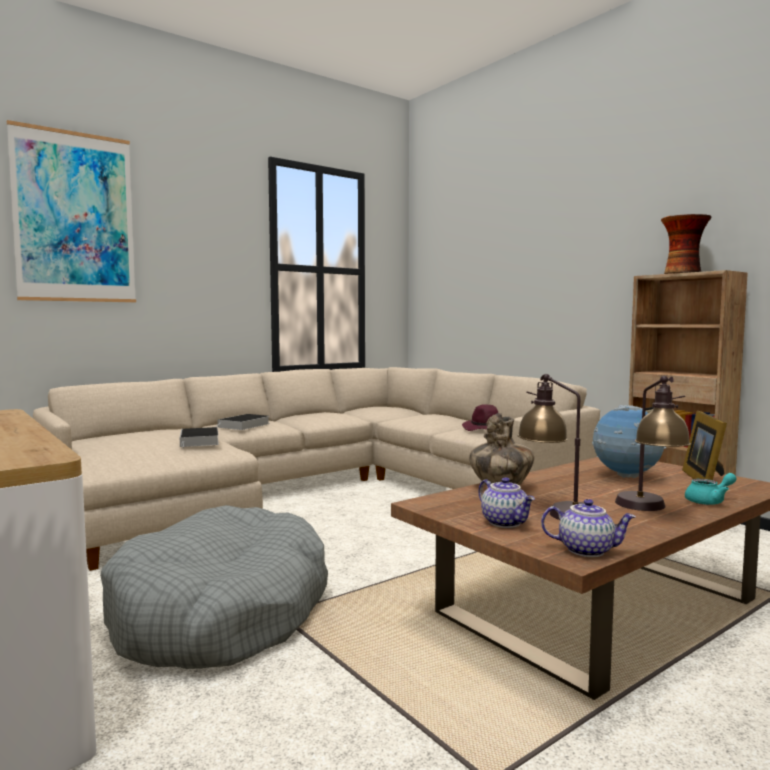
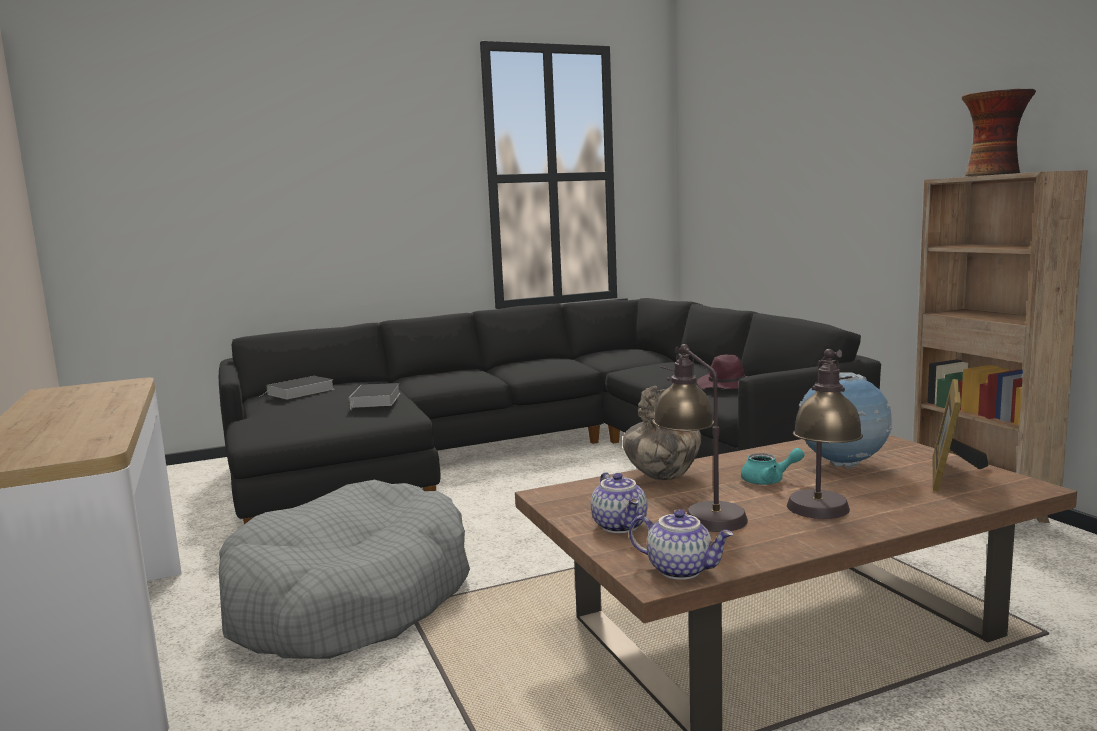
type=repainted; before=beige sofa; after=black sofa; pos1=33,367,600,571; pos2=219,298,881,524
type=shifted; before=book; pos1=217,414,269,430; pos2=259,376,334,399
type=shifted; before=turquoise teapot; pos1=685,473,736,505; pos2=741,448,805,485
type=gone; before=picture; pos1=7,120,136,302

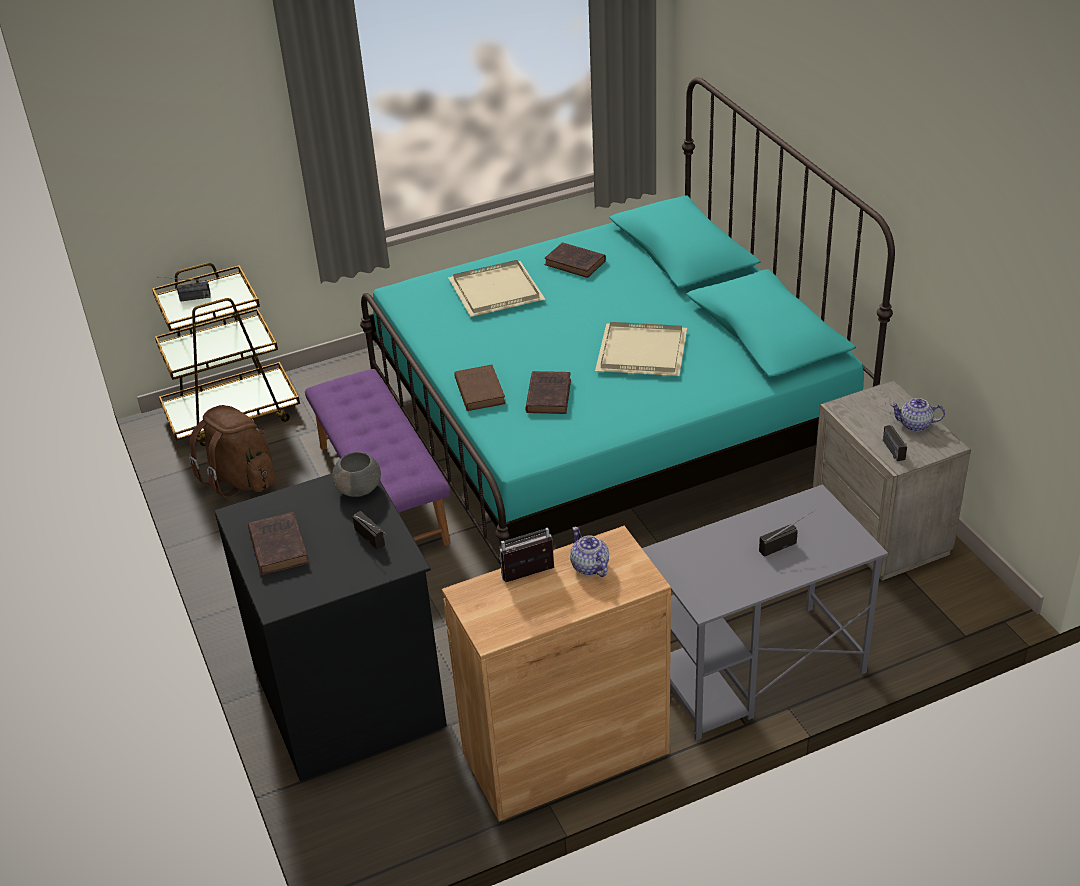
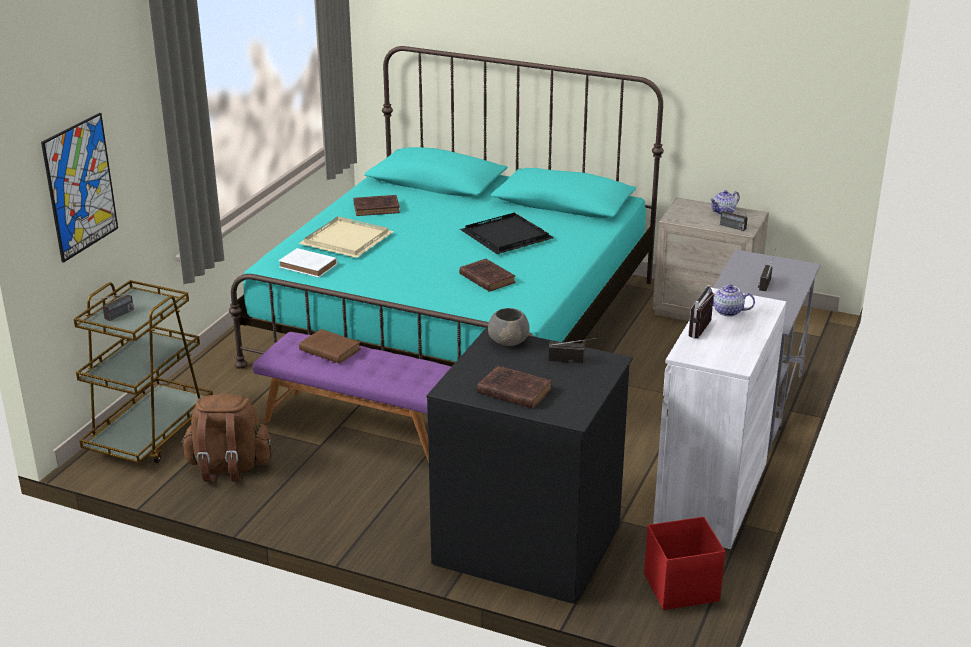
type=new; after=picture; pos2=41,113,118,263
type=new; after=white book; pos2=279,248,337,278
type=shifted; before=brown book; pos1=454,365,506,411; pos2=299,329,361,364
type=repainted; before=beige tray; after=black tray; pos1=595,322,687,376; pos2=460,212,554,254
type=new; after=red storage box; pos2=644,517,725,610
type=repainted; before=brown cabinet; after=white cabinet; pos1=442,526,671,822; pos2=653,288,786,549

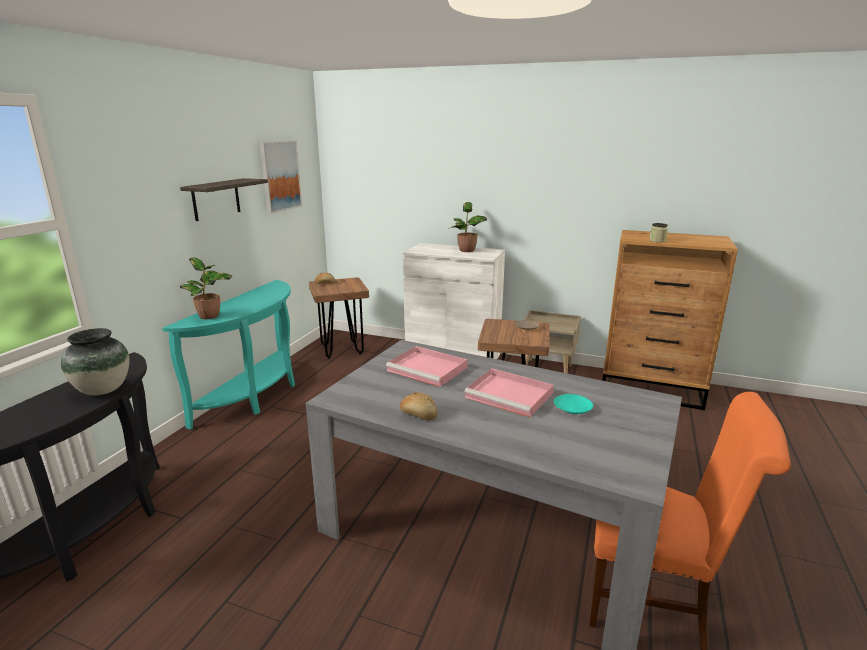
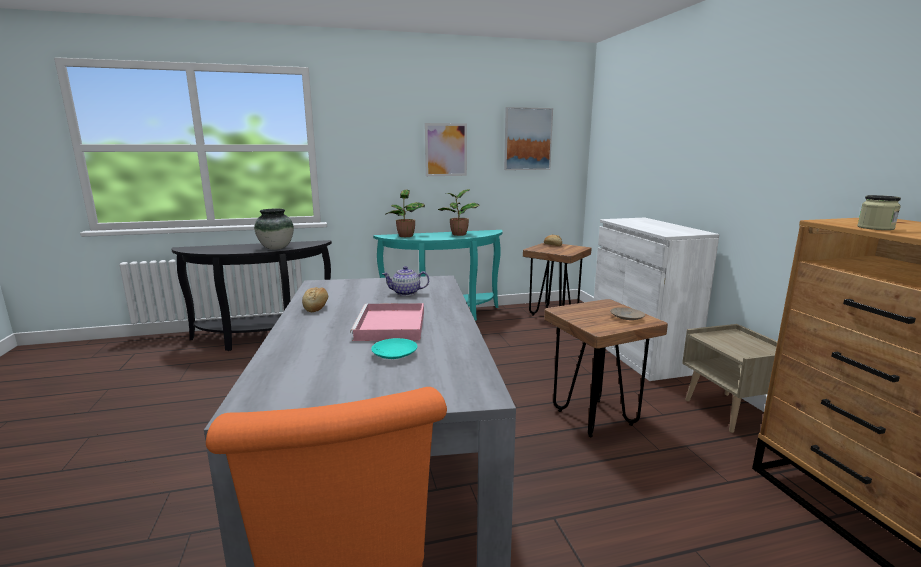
type=swapped; before=pink tray; after=teapot; pos1=386,346,468,387; pos2=382,266,429,296
type=swapped; before=shelf; after=picture; pos1=180,178,268,221; pos2=425,123,467,176
type=shifted; before=potted plant; pos1=449,202,487,252; pos2=438,189,480,236

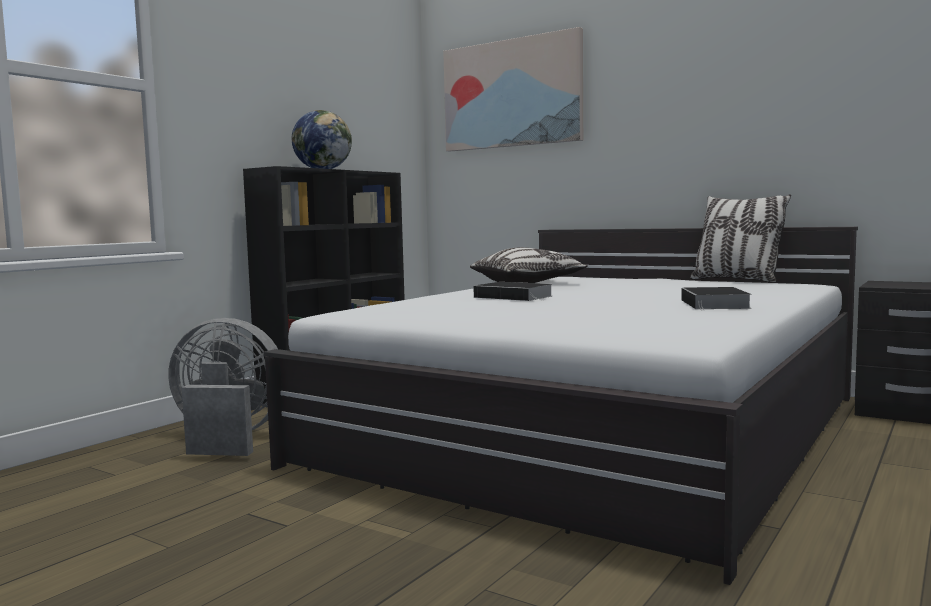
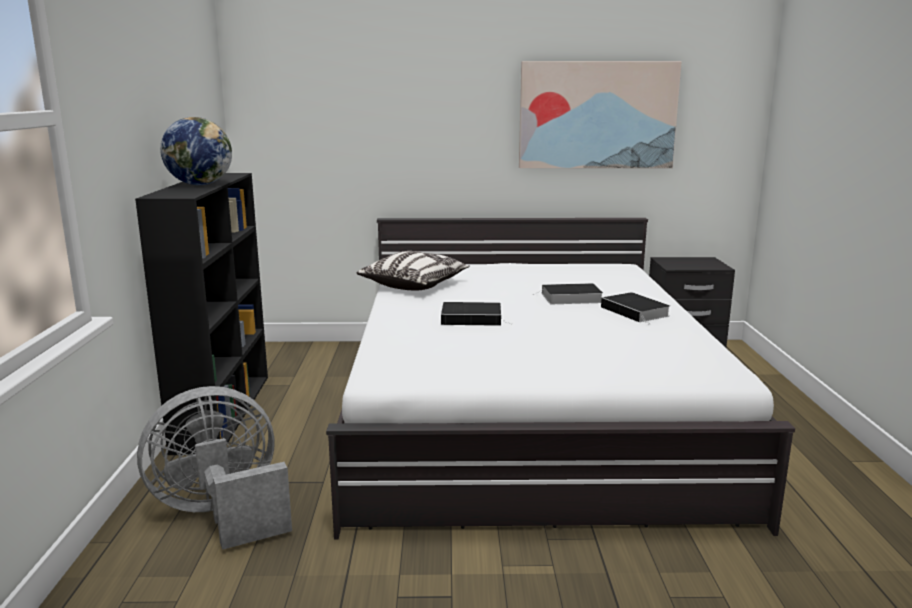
type=shifted; before=picture; pos1=443,27,583,152; pos2=519,61,682,168
type=new; after=book; pos2=532,283,603,304
type=gone; before=pillow; pos1=690,194,791,282

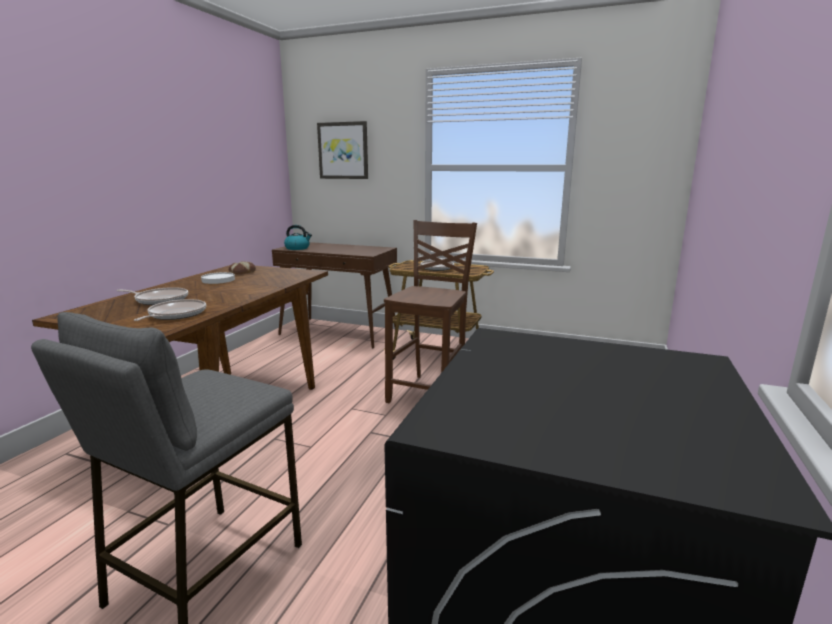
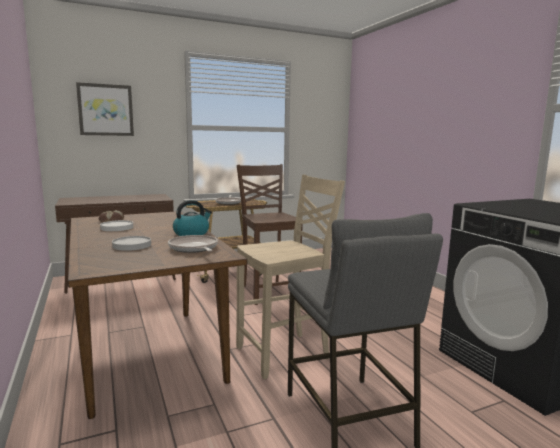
type=swapped; before=frying pan; after=white plate; pos1=116,287,188,305; pos2=112,236,151,251
type=shifted; before=kettle; pos1=284,225,312,250; pos2=173,200,212,236
type=new; after=beige chair; pos2=236,175,345,379

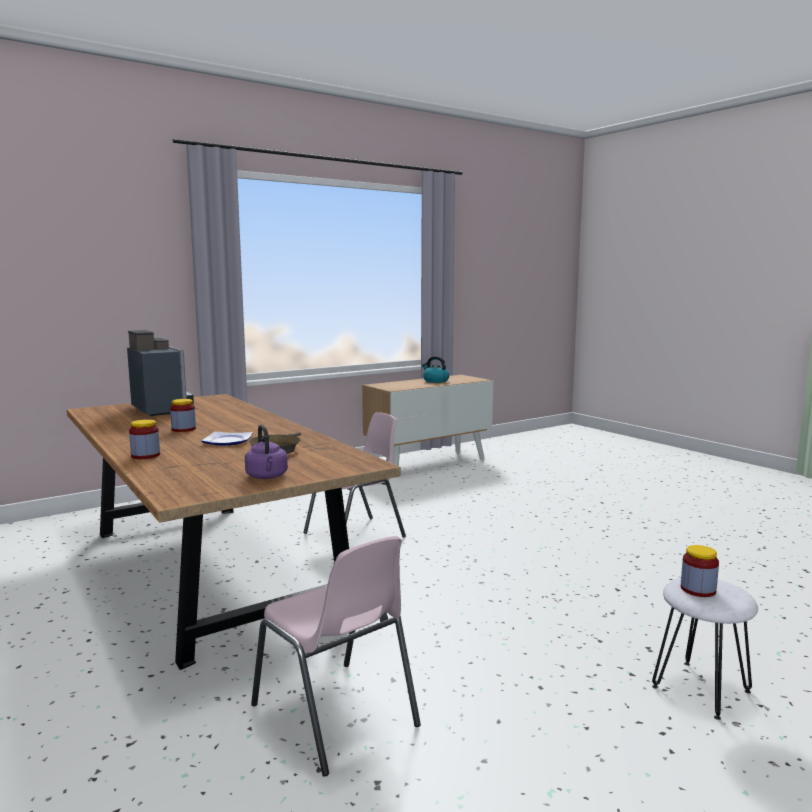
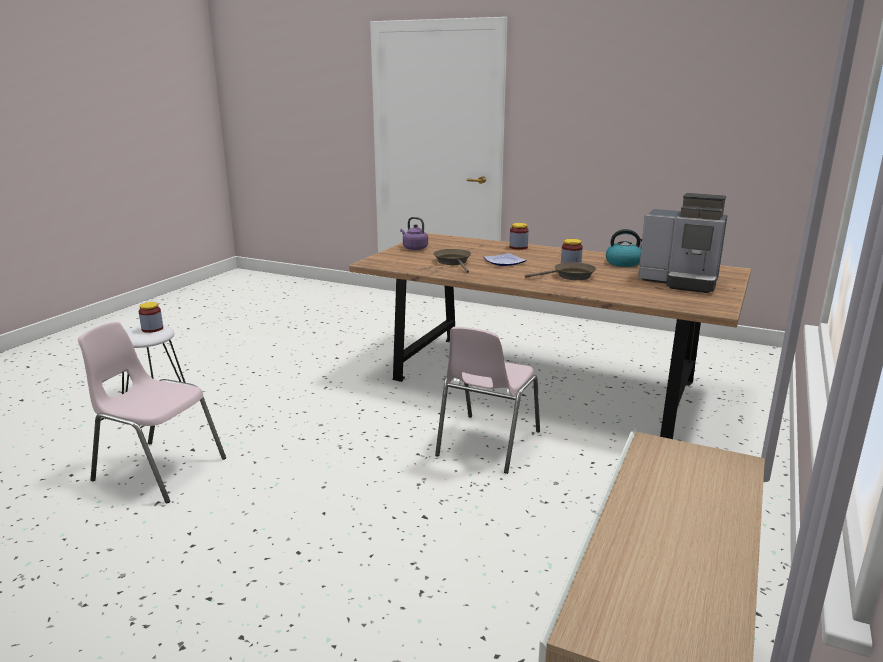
type=shifted; before=pink chair; pos1=251,536,421,776; pos2=78,322,226,503
type=new; after=brown frying pan; pos2=525,262,596,280
type=shifted; before=kettle; pos1=422,356,449,383; pos2=606,229,642,267

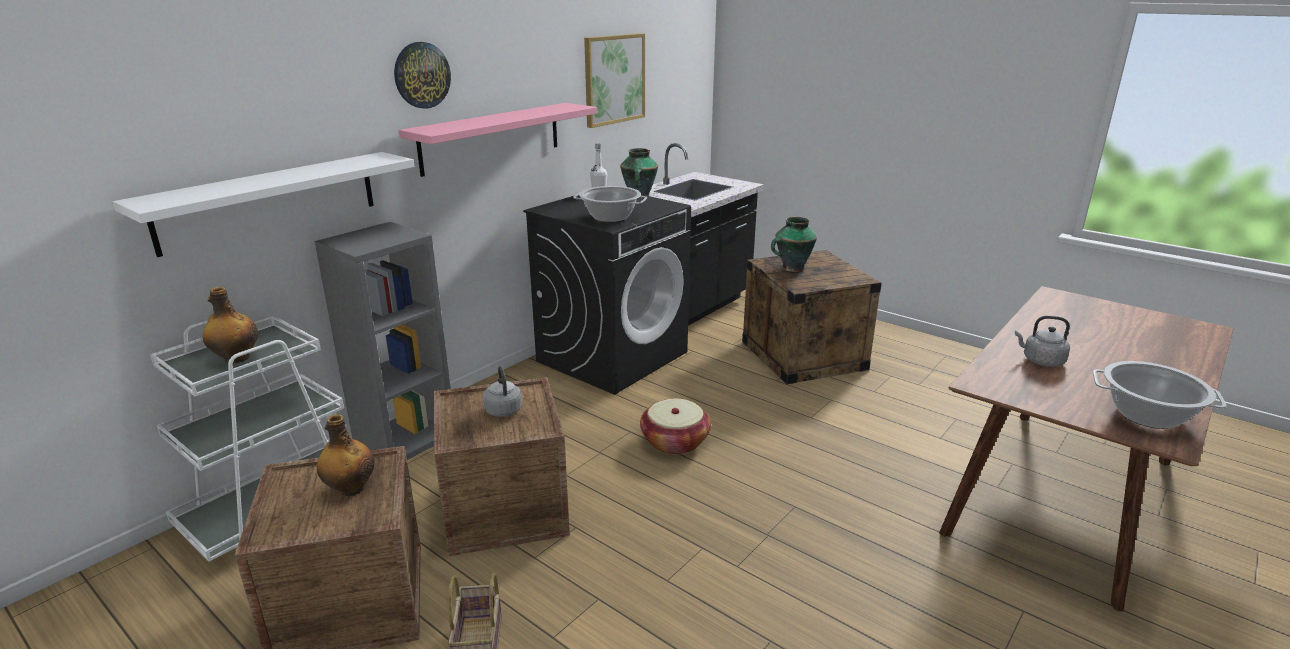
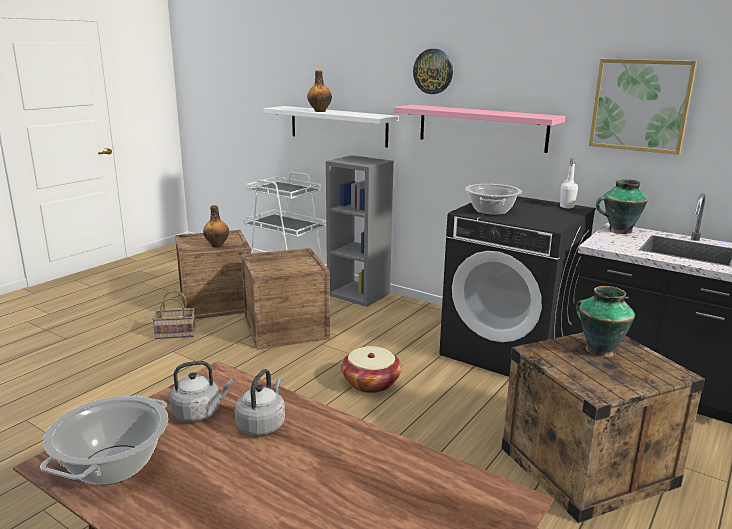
type=shifted; before=grey kettle; pos1=483,366,522,417; pos2=170,361,233,422
type=shifted; before=bottle; pos1=203,287,258,363; pos2=307,70,332,112

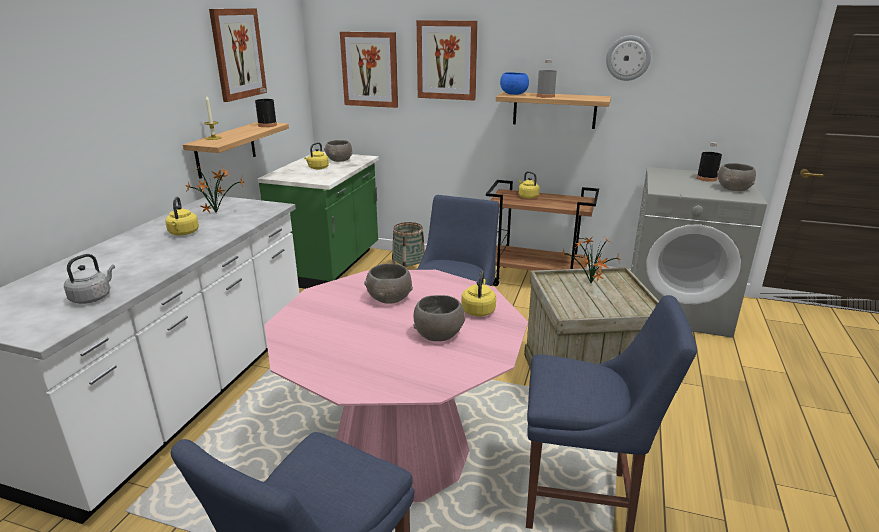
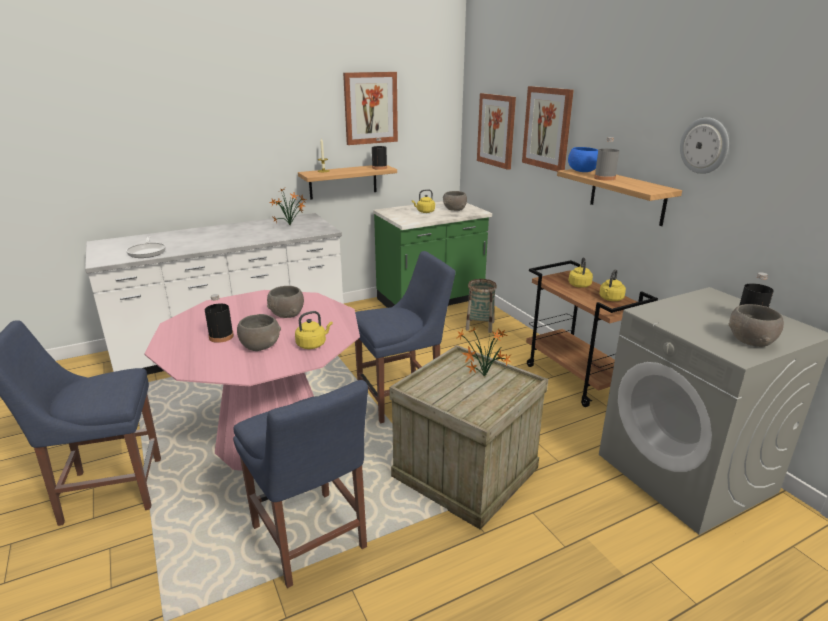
type=swapped; before=grey kettle; after=frying pan; pos1=64,254,115,304; pos2=126,236,166,258
type=new; after=black bottle; pos2=205,294,234,343
type=shifted; before=yellow kettle; pos1=165,197,199,235; pos2=599,269,626,301

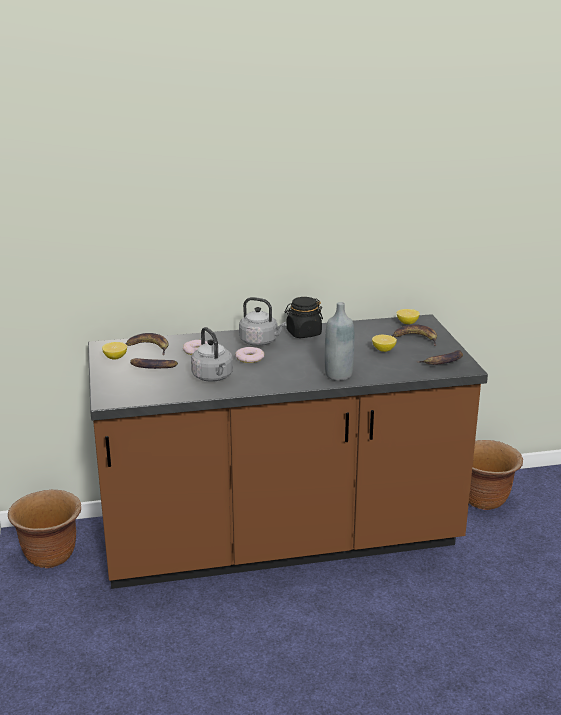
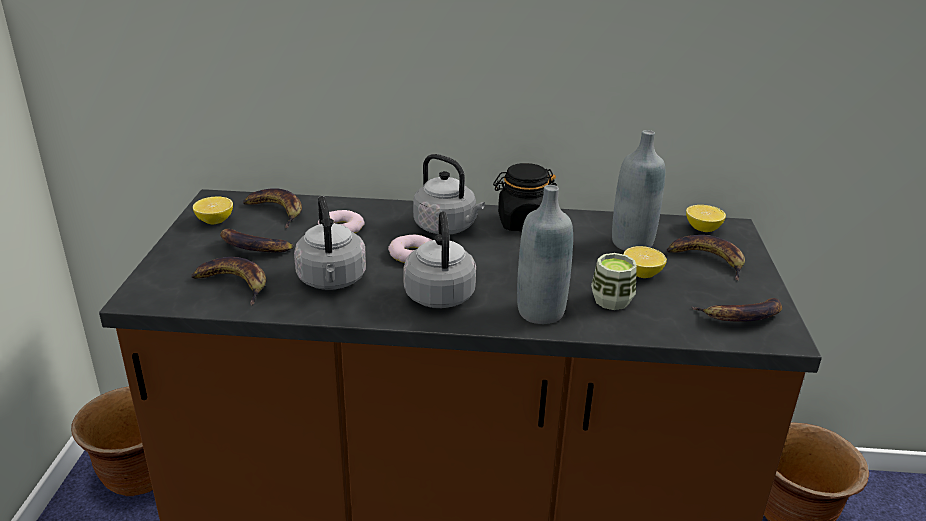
type=new; after=banana; pos2=191,257,266,305
type=new; after=grey kettle; pos2=403,211,476,308
type=new; after=cup; pos2=591,253,637,310
type=new; after=grey bottle; pos2=612,130,665,251

